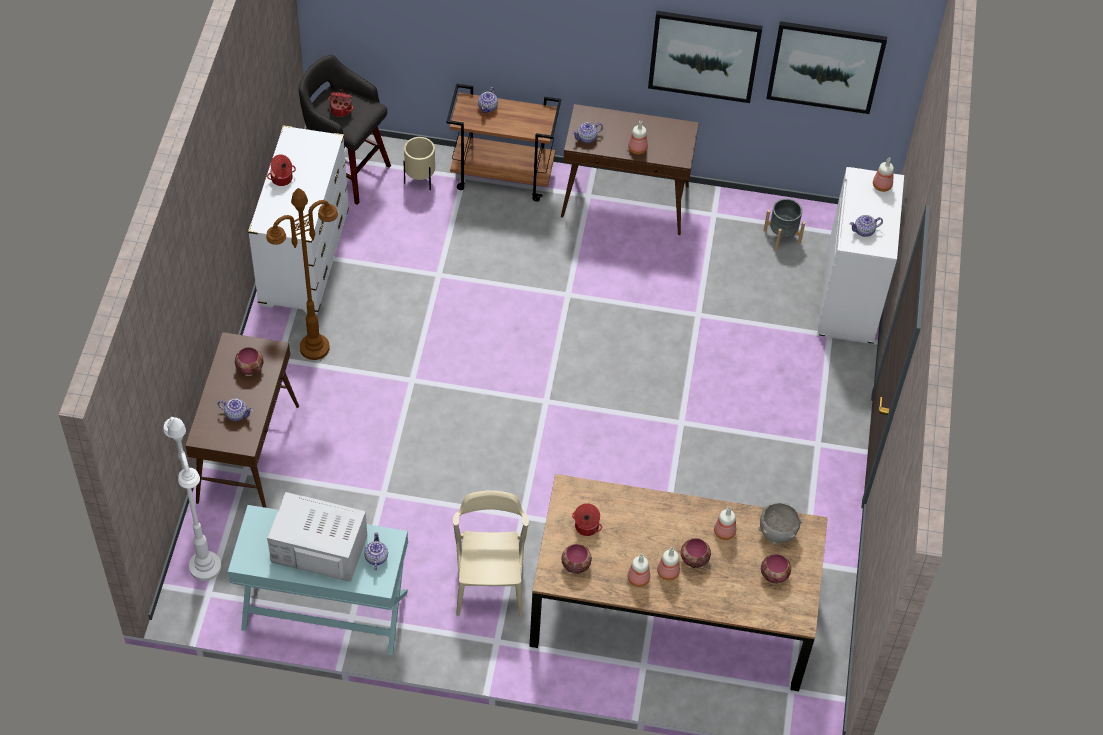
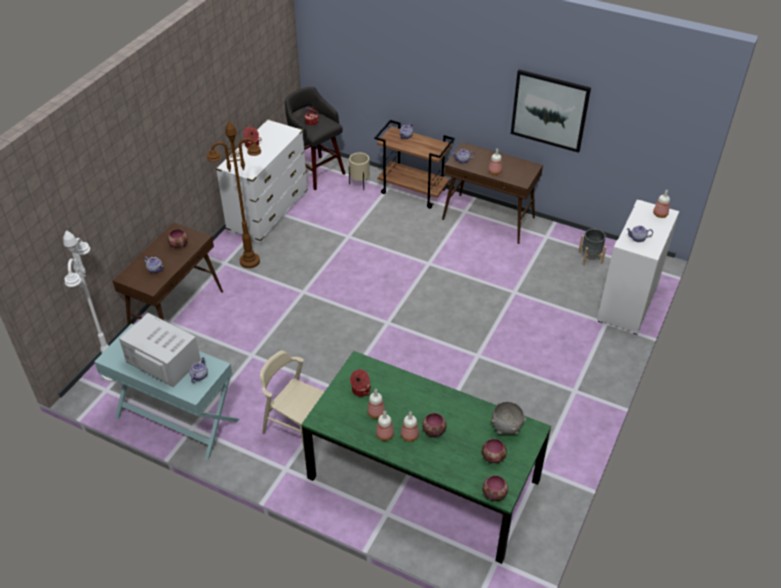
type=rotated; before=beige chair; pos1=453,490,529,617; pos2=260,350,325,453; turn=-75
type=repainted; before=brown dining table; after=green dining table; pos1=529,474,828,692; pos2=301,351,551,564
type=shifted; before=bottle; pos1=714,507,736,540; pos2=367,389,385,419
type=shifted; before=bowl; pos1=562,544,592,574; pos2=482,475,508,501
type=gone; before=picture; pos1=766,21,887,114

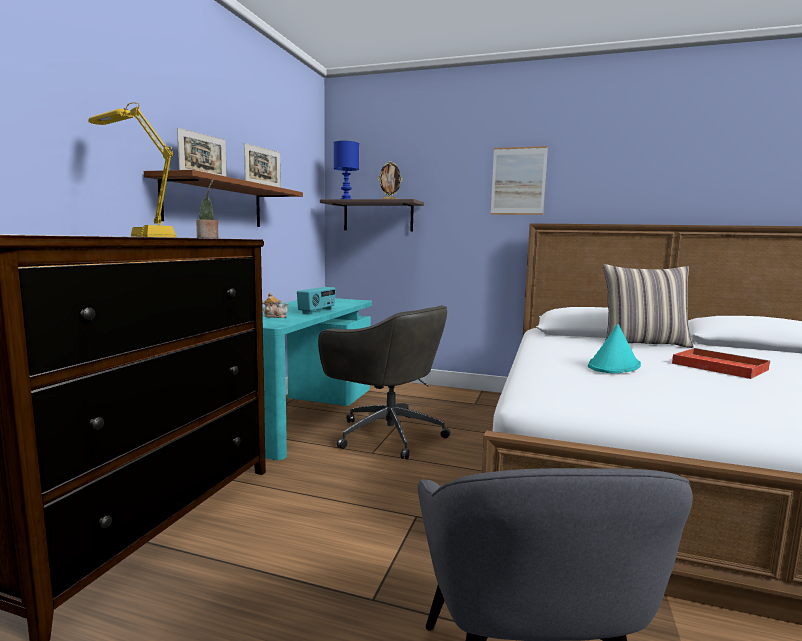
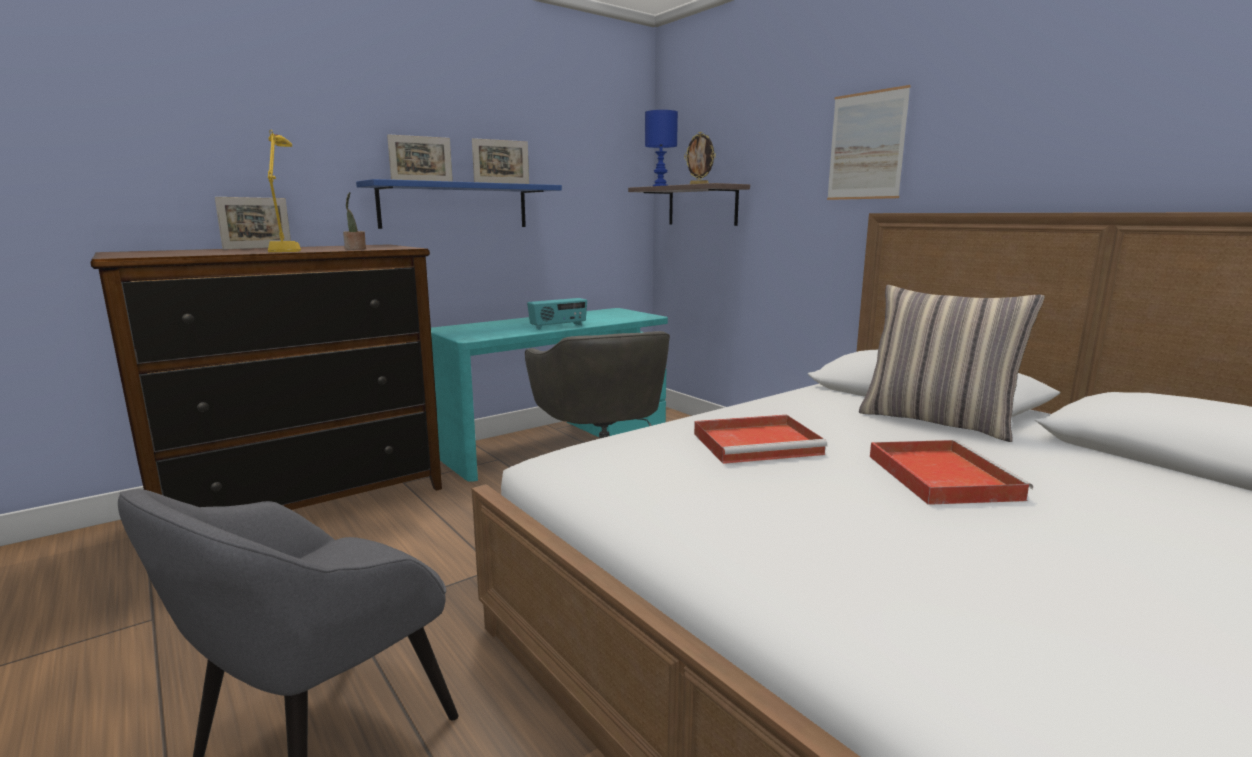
type=new; after=picture frame; pos2=215,197,291,250
type=repainted; before=brown shelf; after=blue shelf; pos1=144,170,303,227; pos2=356,179,562,229
type=swapped; before=turquoise hat; after=red tray; pos1=588,324,641,373; pos2=694,415,827,464
type=gone; before=teapot; pos1=262,292,289,318

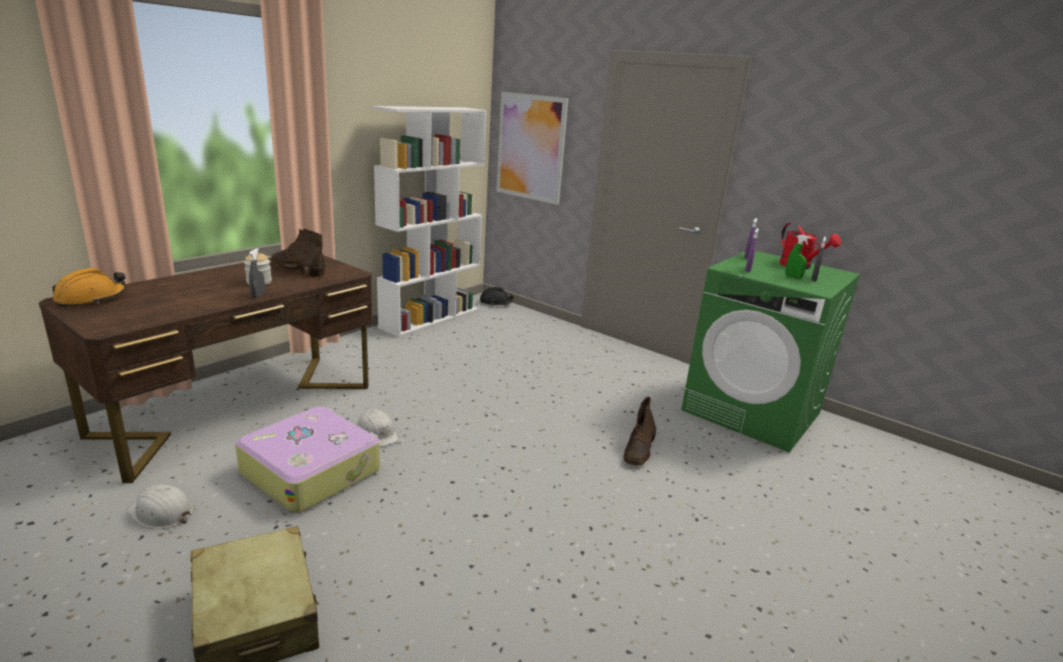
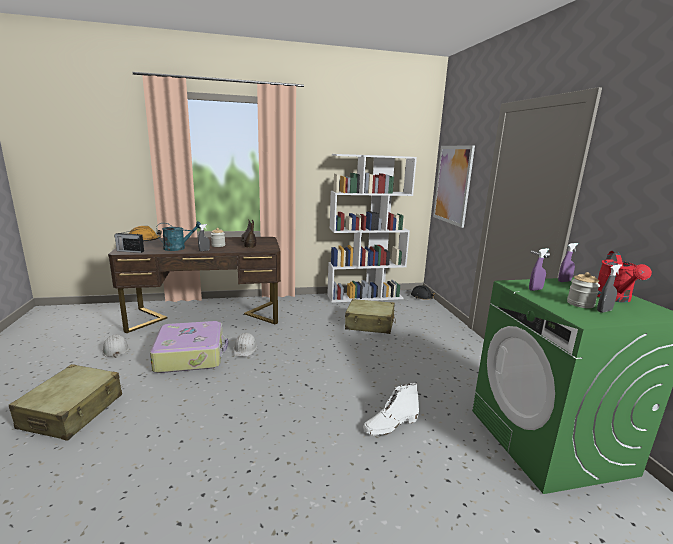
type=new; after=radio; pos2=114,230,144,253
type=new; after=turquoise watering can; pos2=156,221,202,251
type=new; after=beige suitcase; pos2=345,299,396,334
type=repainted; before=brown boot; after=white boot; pos1=624,397,656,466; pos2=363,383,419,435
type=swapped; before=green spray bottle; after=jar; pos1=785,235,811,278; pos2=567,272,600,308

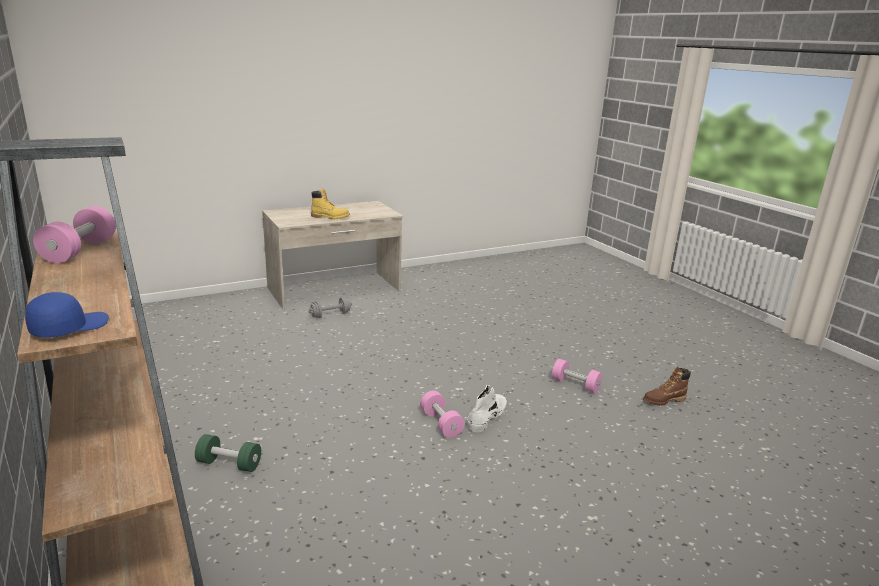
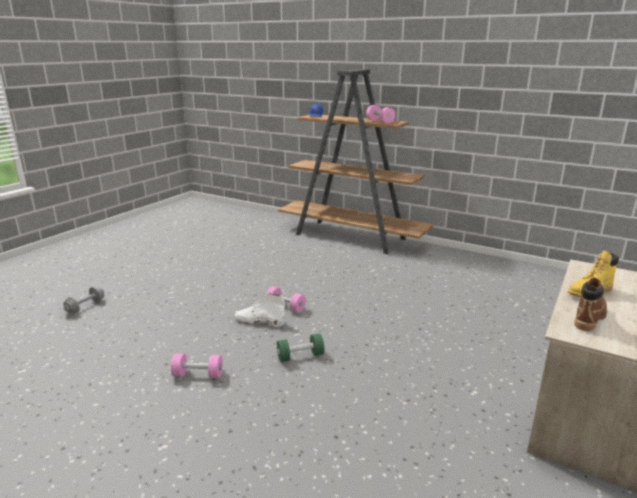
type=shifted; before=grey dumbbell; pos1=308,297,352,318; pos2=63,287,104,313
type=rotated; before=white boot; pos1=467,385,507,432; pos2=235,293,285,327; turn=105
type=shifted; before=green dumbbell; pos1=195,434,261,472; pos2=277,333,324,362
type=shifted; before=brown boot; pos1=643,367,691,406; pos2=574,278,607,331

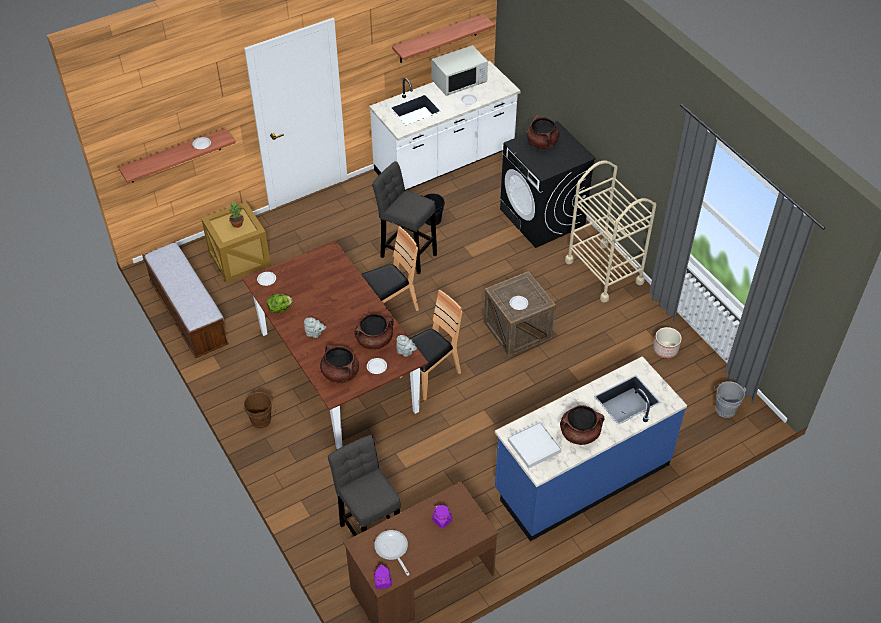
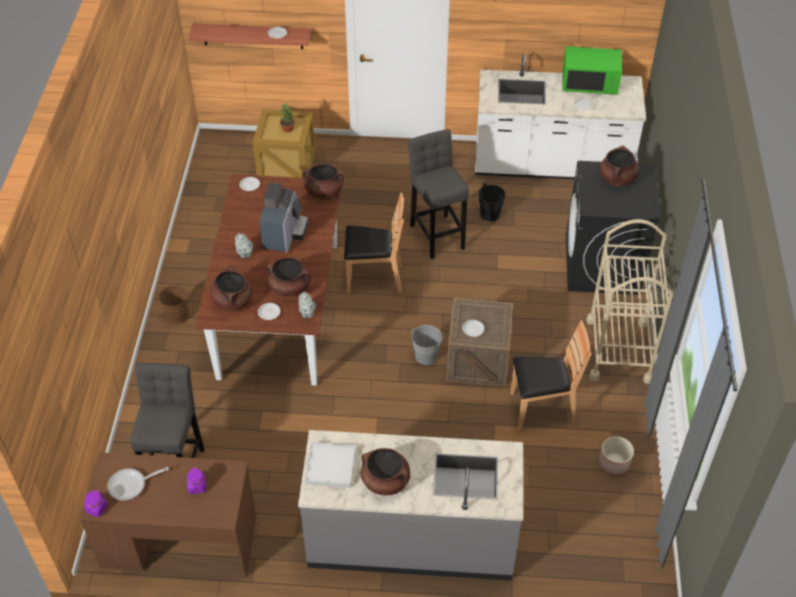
type=rotated; before=frying pan; pos1=374,530,410,576; pos2=107,467,169,500; turn=-120
type=new; after=coffee machine; pos2=259,182,308,253
type=repainted; before=blue counter; after=grey counter; pos1=495,356,687,541; pos2=298,430,523,581
type=new; after=brown cooking pot; pos2=302,163,344,200
type=shifted; before=grey bucket; pos1=714,381,746,418; pos2=411,325,445,365
type=shifted; before=brown chair; pos1=400,290,463,401; pos2=510,321,591,431
type=repainted; before=white microwave; after=green microwave; pos1=431,45,488,96; pos2=562,46,622,95
type=gone; before=bench; pos1=142,242,229,358
type=gone; before=lettuce; pos1=267,294,293,313
type=gone; before=shelf; pos1=392,14,495,63

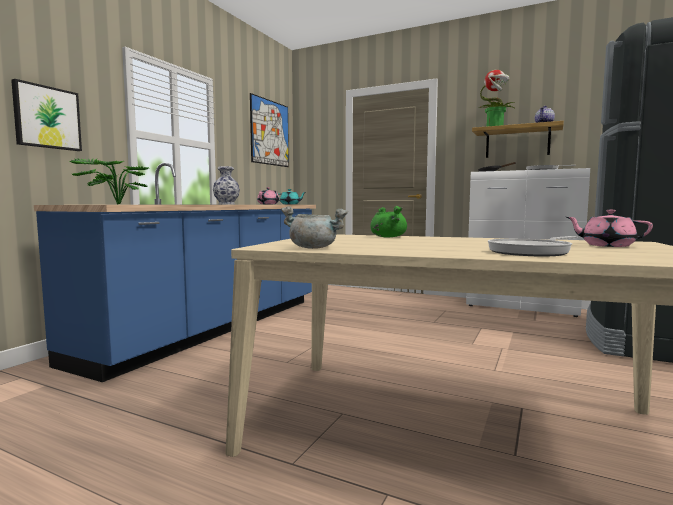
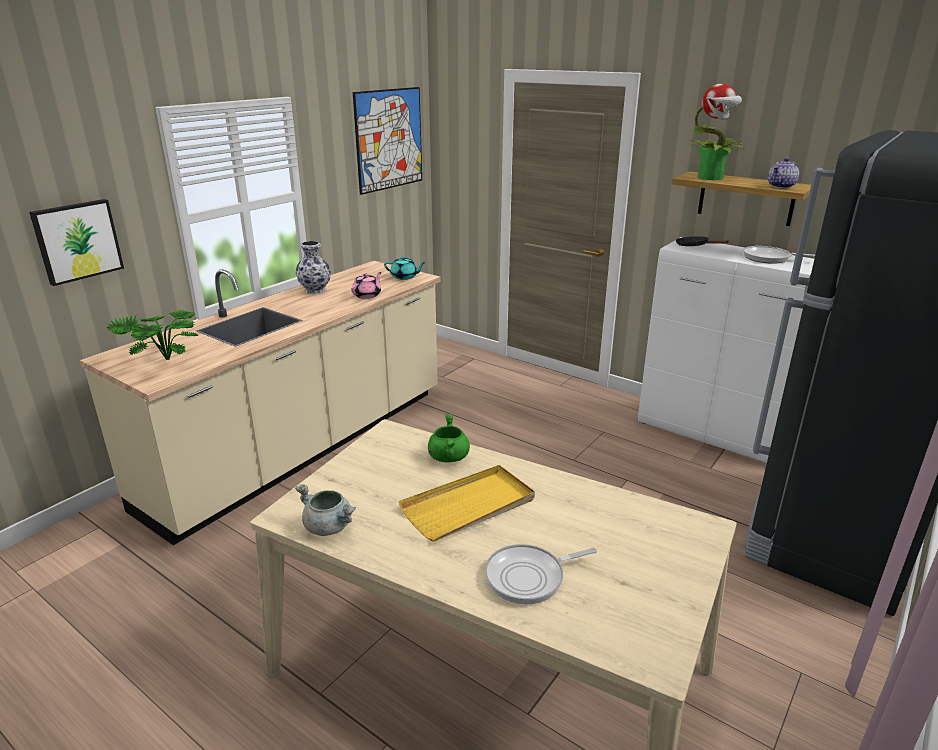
type=repainted; before=blue counter; after=beige counter; pos1=34,163,316,382; pos2=80,261,441,545
type=new; after=yellow tray; pos2=399,465,535,542
type=gone; before=pink teapot; pos1=566,210,653,247

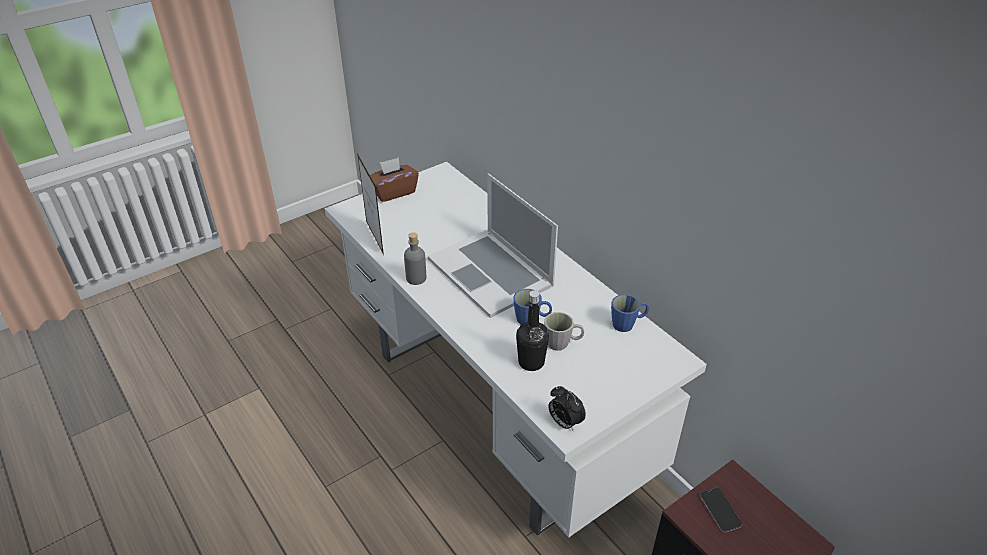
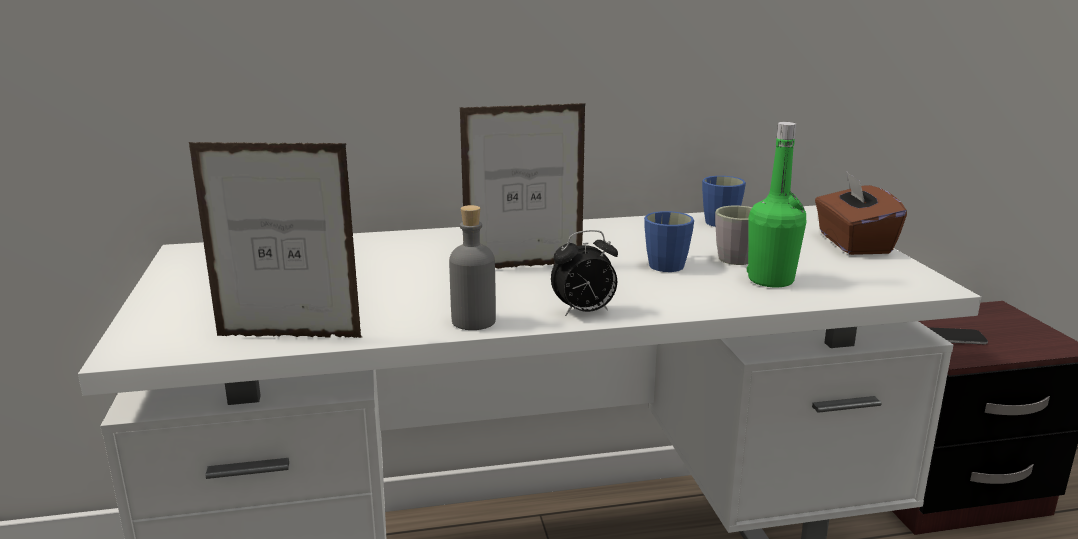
type=swapped; before=laptop; after=picture frame; pos1=428,173,558,318; pos2=460,103,586,269
type=shifted; before=alarm clock; pos1=549,386,586,432; pos2=551,230,618,316
type=repainted; before=black bottle; after=green bottle; pos1=516,290,549,371; pos2=747,122,806,287
type=shifted; before=brown tissue box; pos1=370,157,419,202; pos2=815,172,907,255

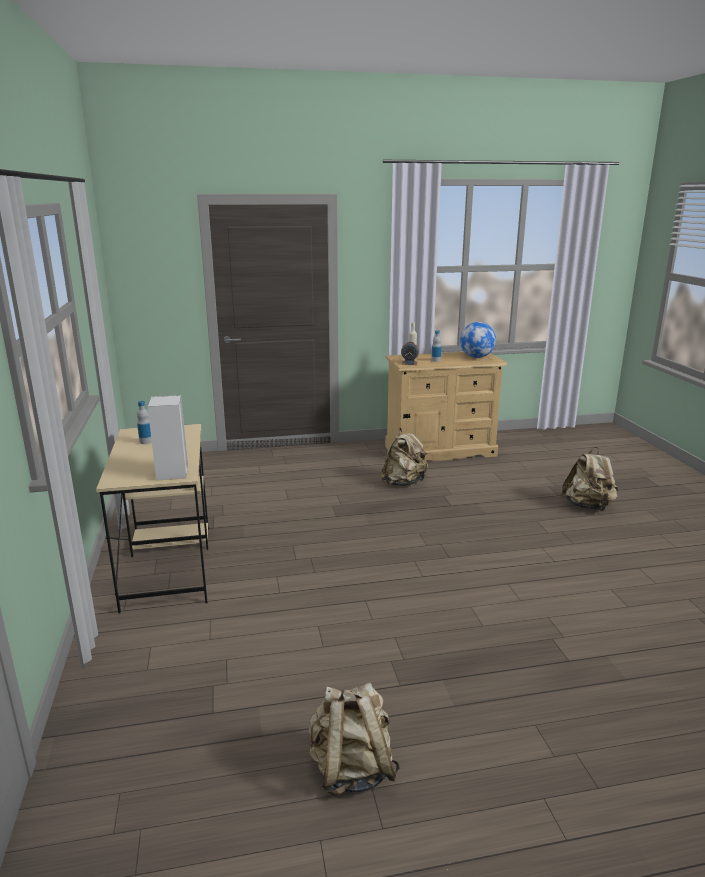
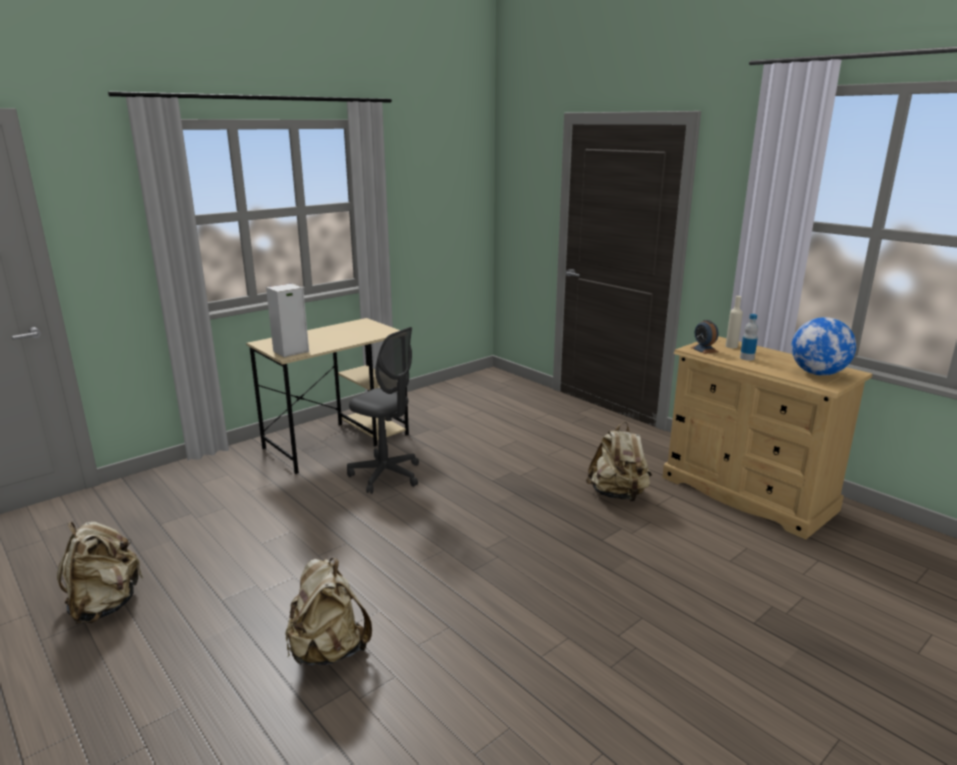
type=shifted; before=beige backpack; pos1=561,447,618,511; pos2=285,558,372,665
type=new; after=grey office chair; pos2=347,327,419,494
type=gone; before=bottle; pos1=137,401,152,444

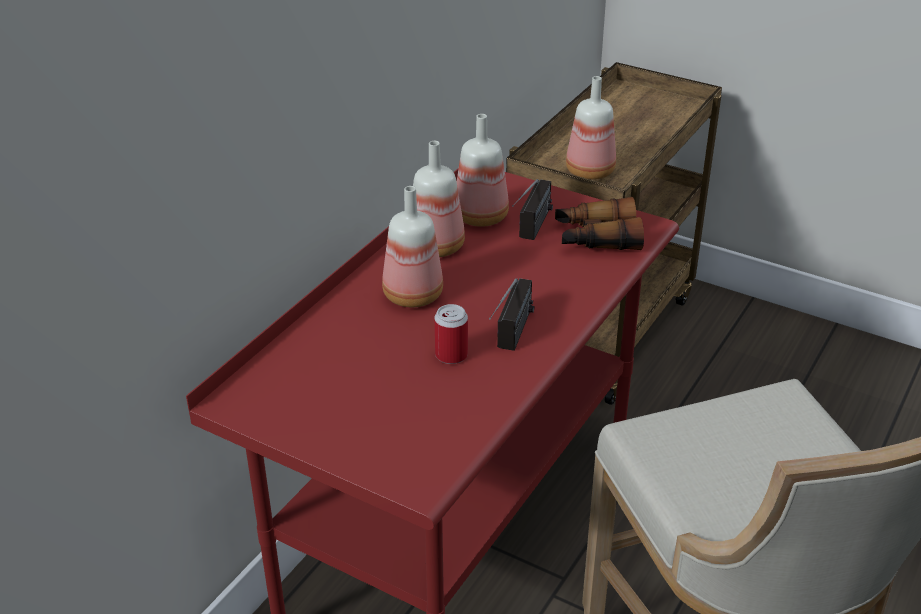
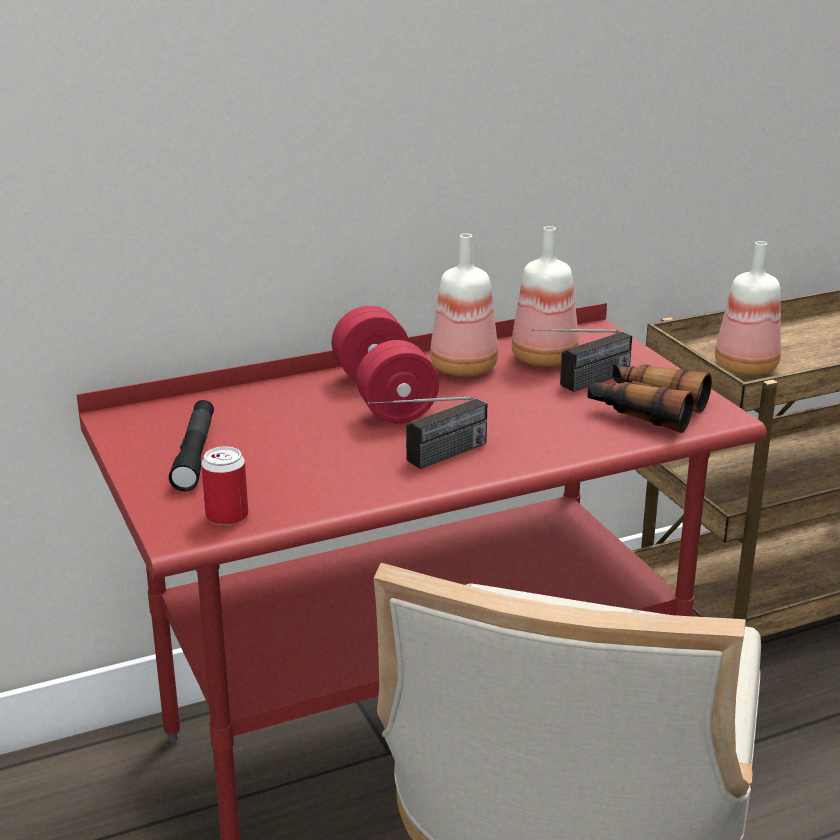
type=new; after=black flashlight; pos2=169,400,214,491
type=shifted; before=can; pos1=435,304,468,364; pos2=201,446,248,525
type=swapped; before=bottle; after=red dumbbell; pos1=382,186,443,307; pos2=332,306,439,423

